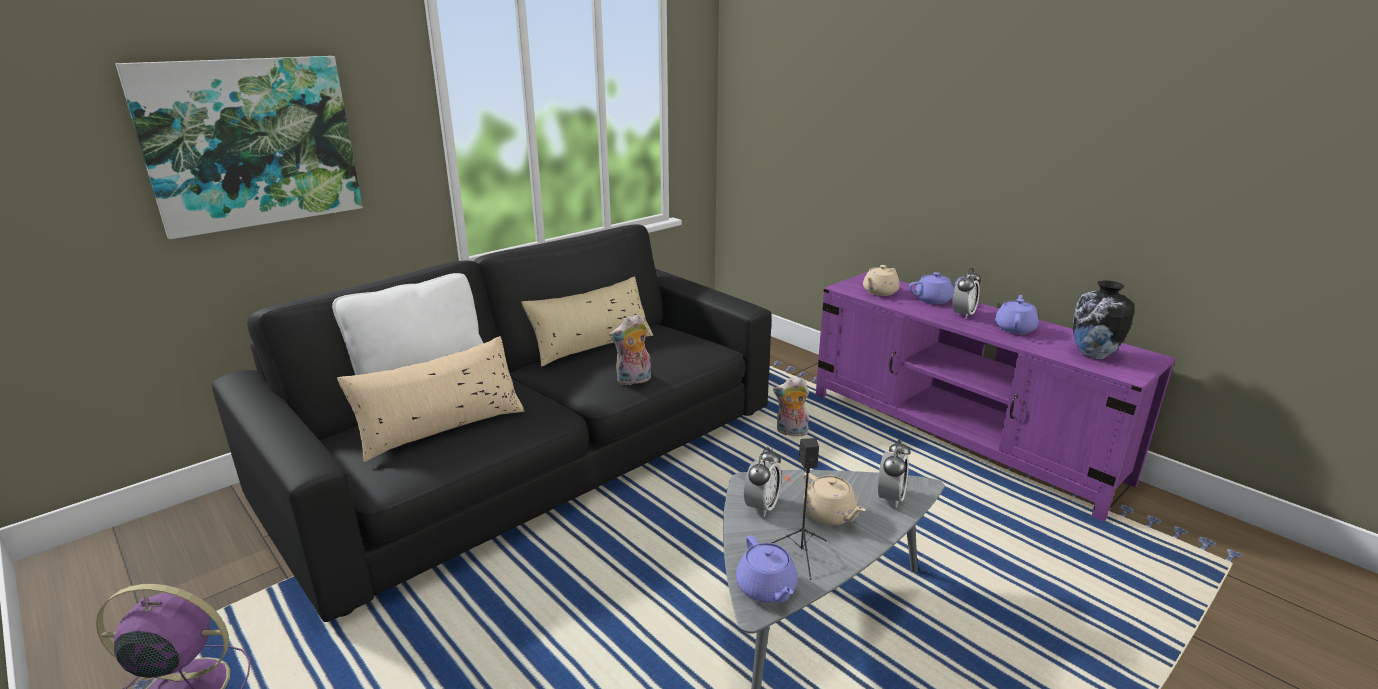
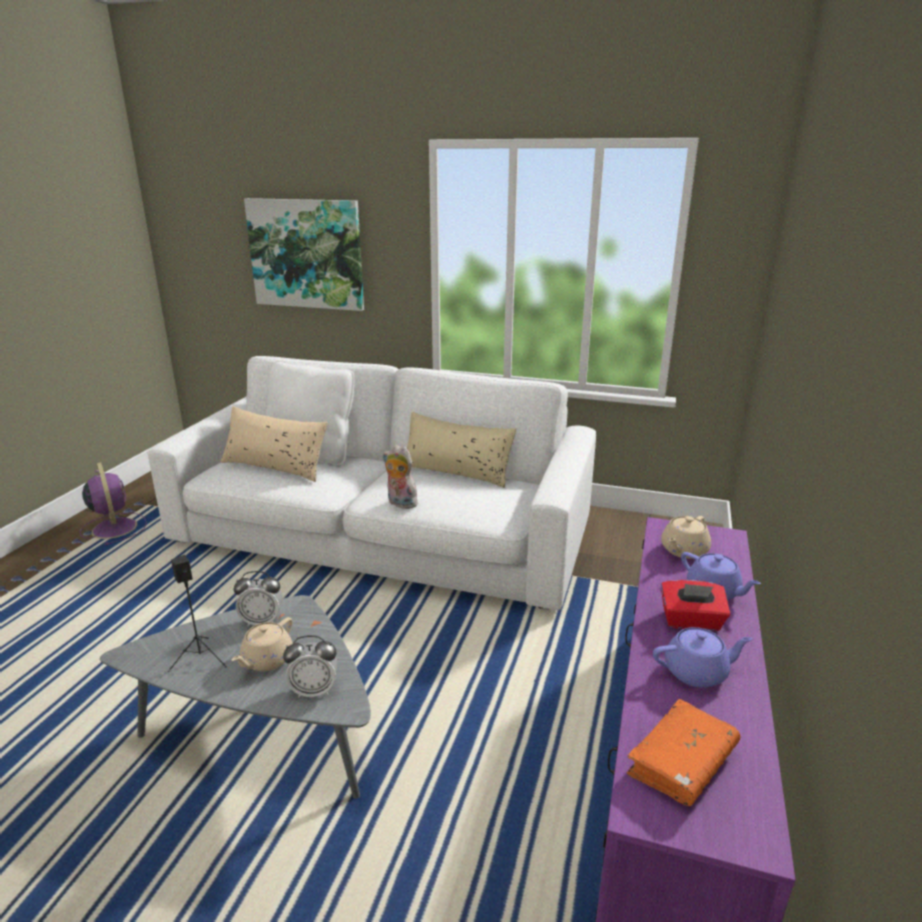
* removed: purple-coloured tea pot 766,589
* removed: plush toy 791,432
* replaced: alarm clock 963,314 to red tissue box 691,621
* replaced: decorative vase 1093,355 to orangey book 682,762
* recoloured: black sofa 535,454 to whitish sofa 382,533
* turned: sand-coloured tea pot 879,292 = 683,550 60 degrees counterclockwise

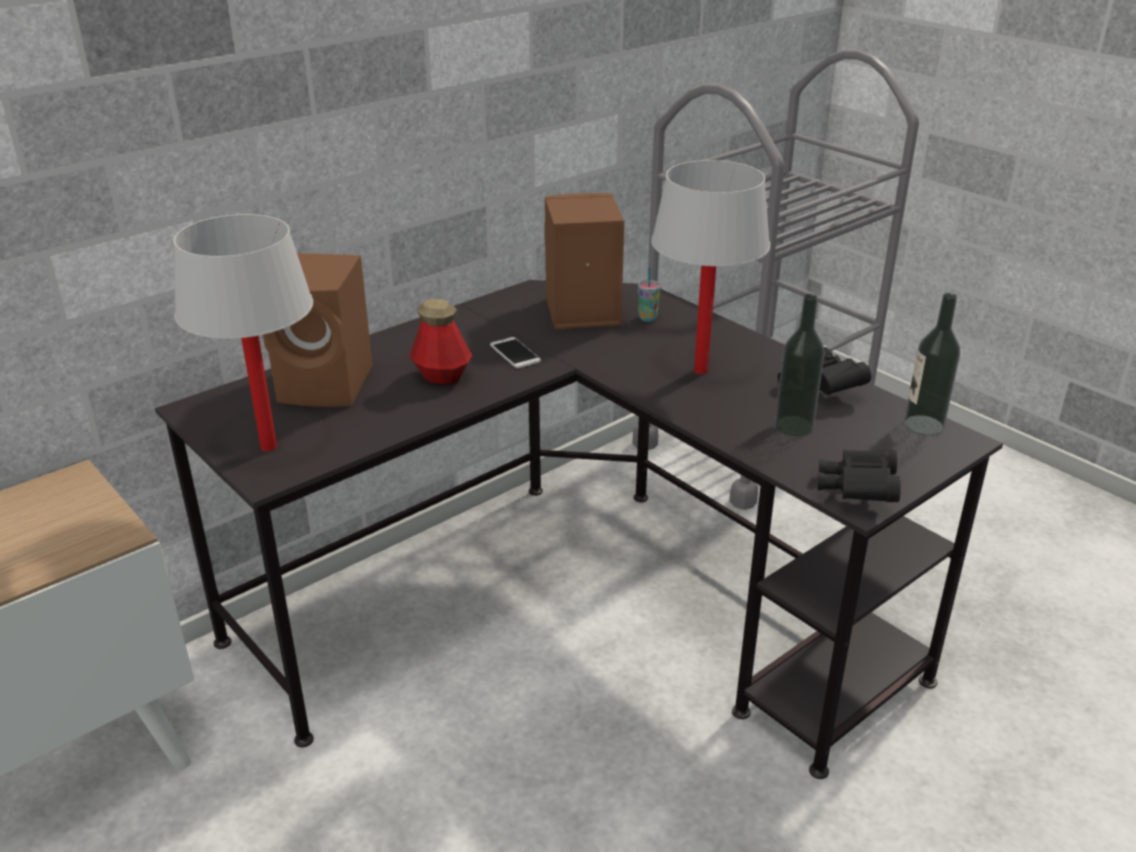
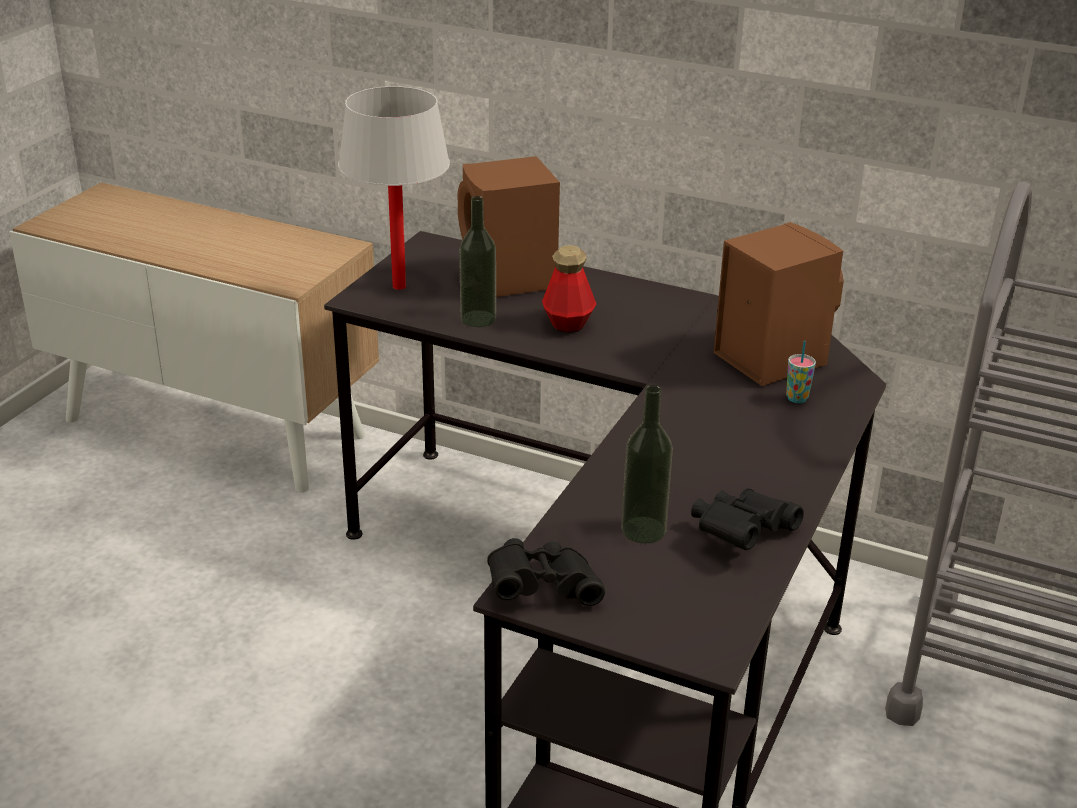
* removed: phone 515,353
* removed: whitish lamp for a table 700,370
* moved: bottle 923,425 to 478,318

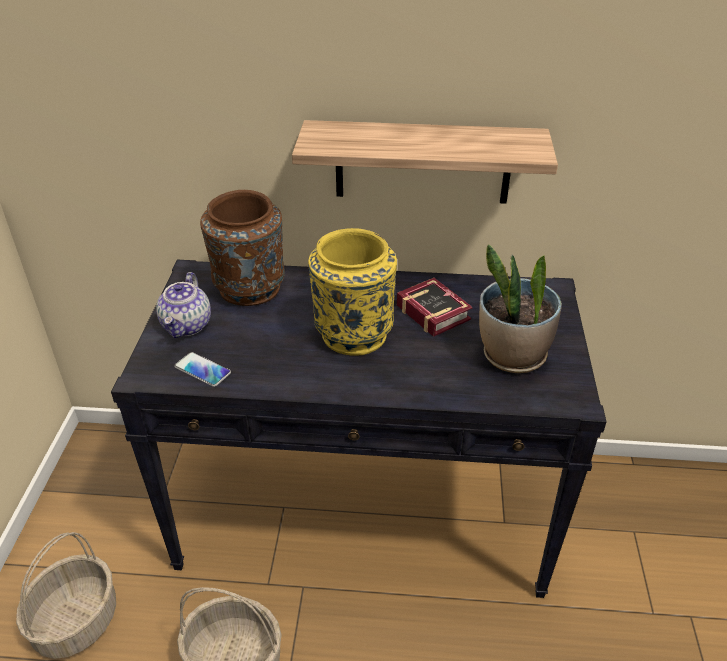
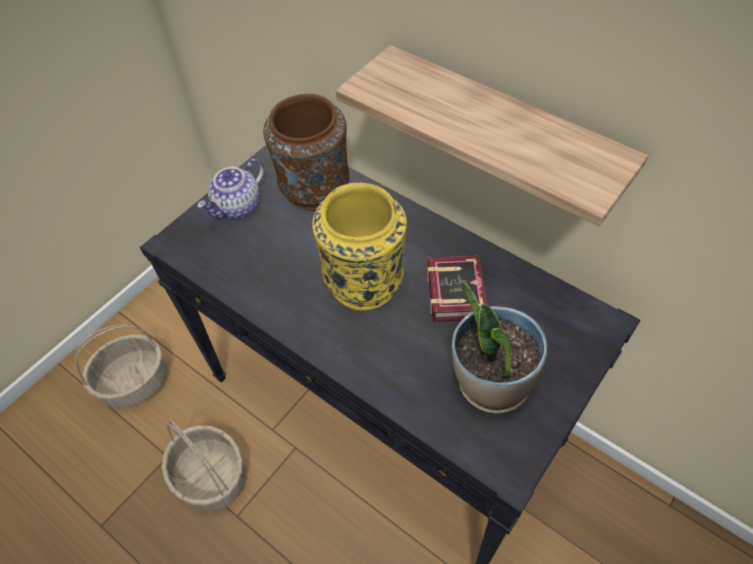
* removed: phone 202,370

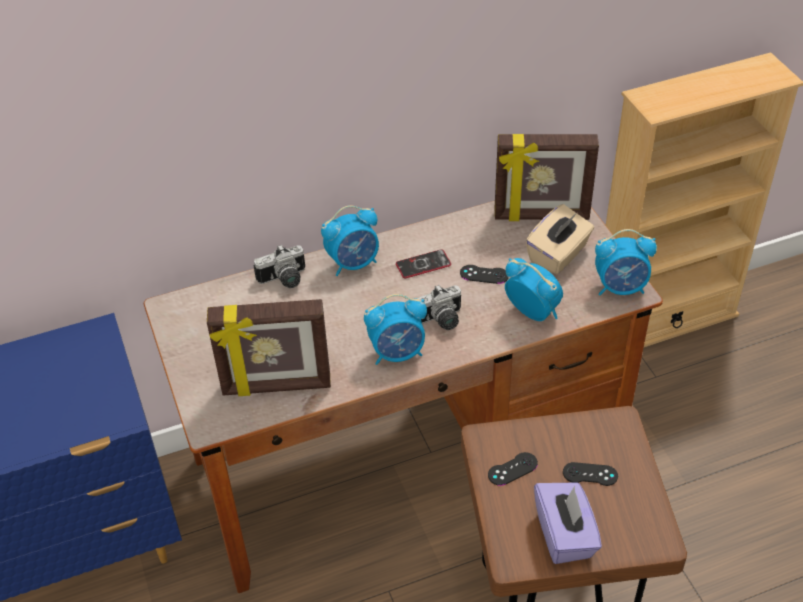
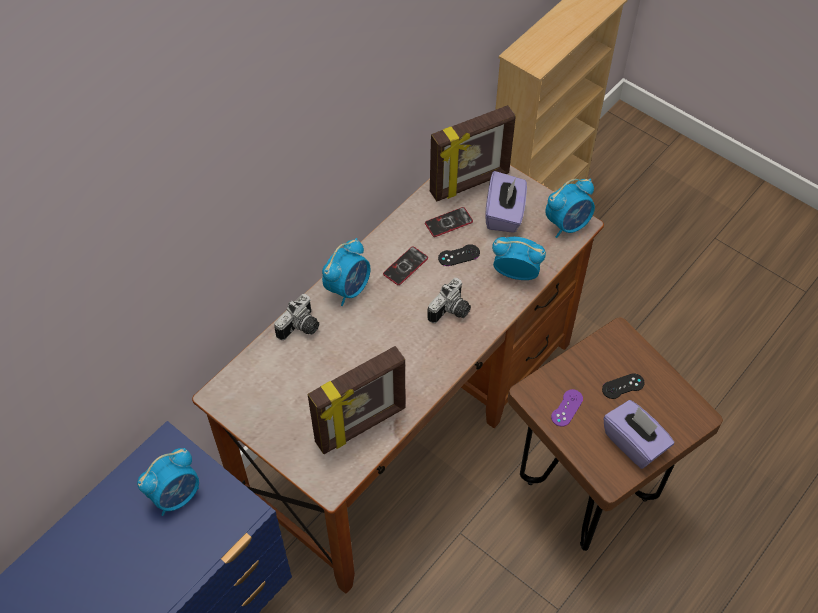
* added: phone 448,222
* moved: alarm clock 398,353 to 176,495
* recoloured: black joypad 512,469 to purple-coloured joypad 567,408
* recoloured: sand-coloured tissue box 558,255 to purple-coloured tissue box 504,214

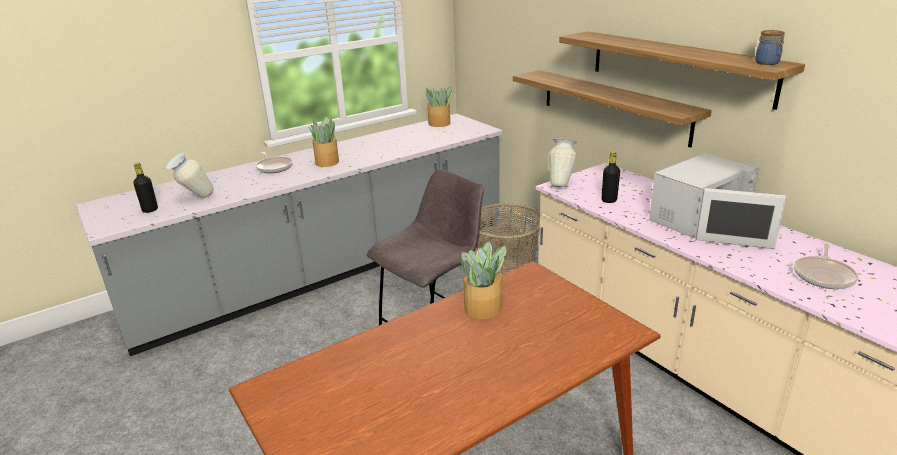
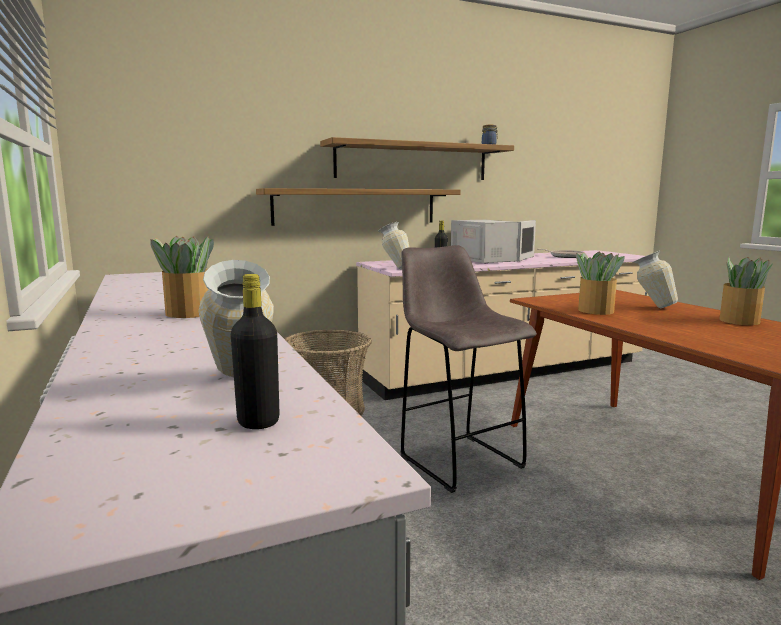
* removed: skillet 274,167
* added: decorative vase 651,307
* moved: potted plant 439,124 to 739,320

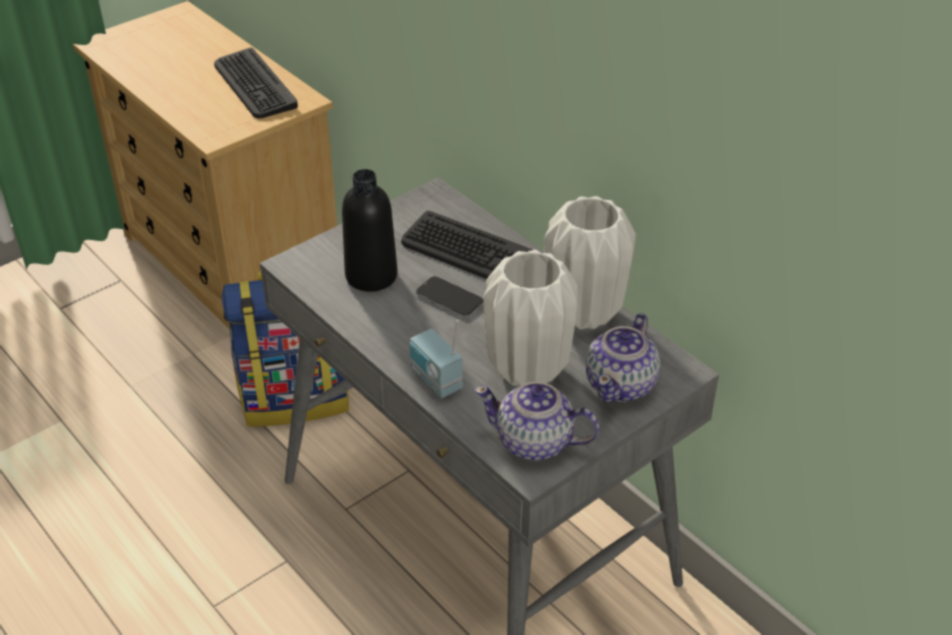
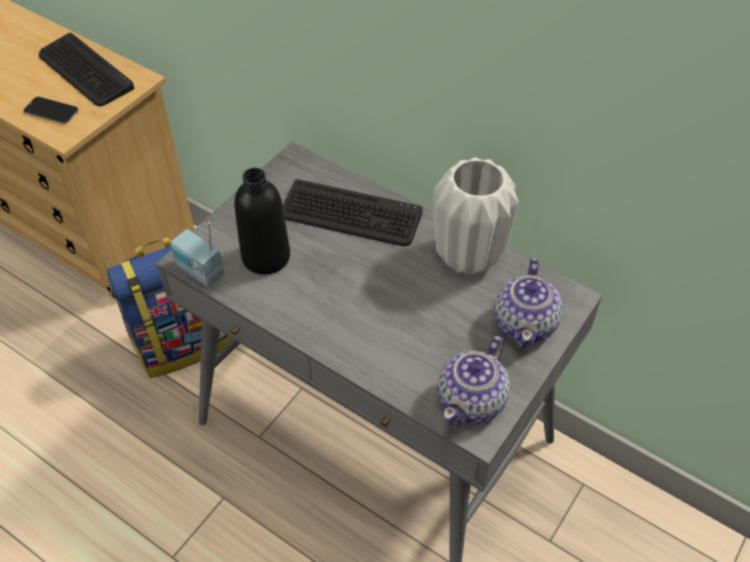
* removed: whitish decorative vase 528,370
* moved: radio 435,381 to 199,272
* moved: phone 449,298 to 51,111
* turned: tea pot 535,442 = 472,400 60 degrees counterclockwise

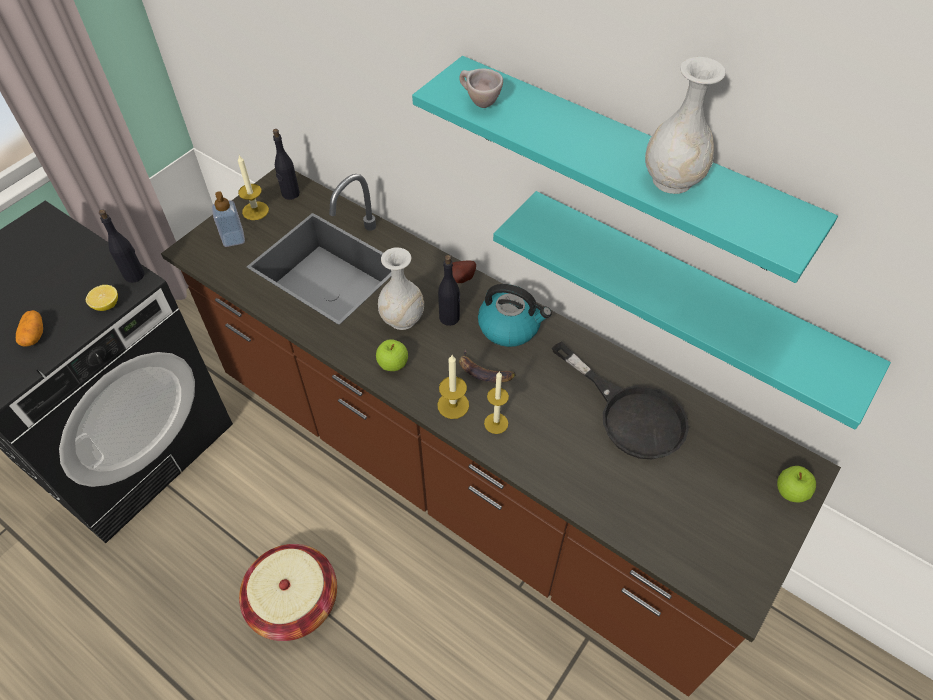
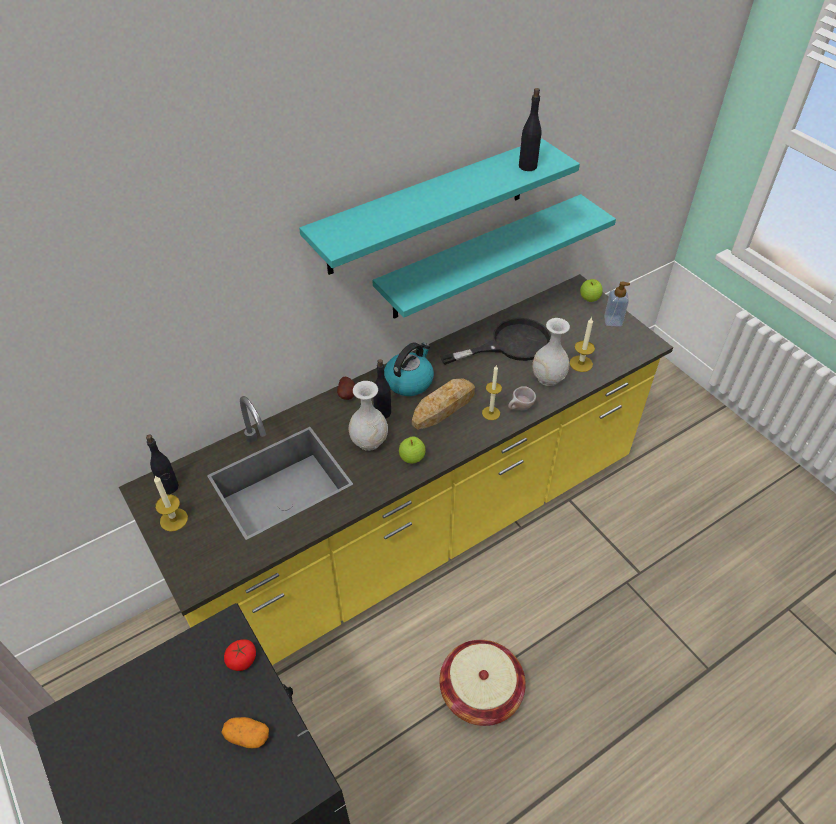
* moved: black bottle 134,275 to 527,166
* moved: soap dispenser 233,239 to 613,321
* moved: wax light 453,405 to 581,363
* moved: sand-coloured cup 478,102 to 519,409
* moved: whitish decorative vase 673,180 to 548,377
* replaced: citrus fruit 106,305 to fresh tomato 242,660
* replaced: whole banana 483,372 to bread 443,407
* recoloured: brownish kitchen base unit 466,477 to yellowish kitchen base unit 418,532

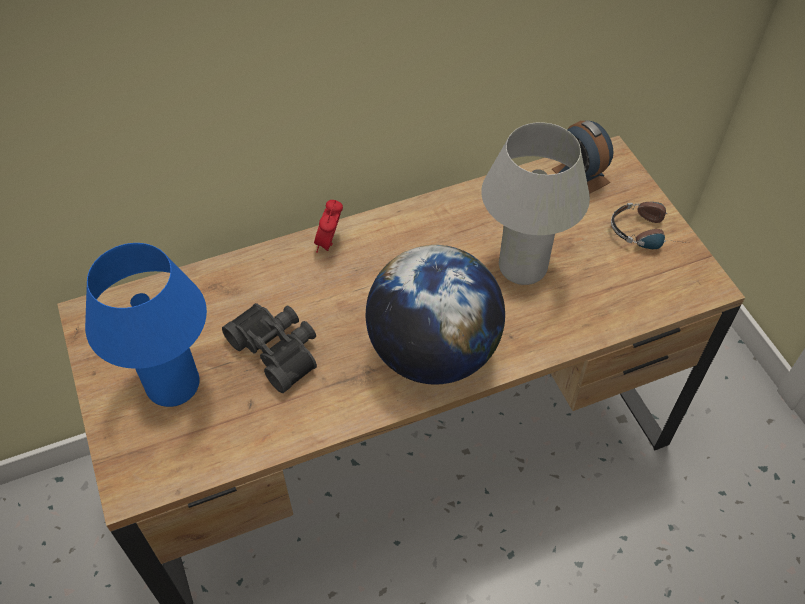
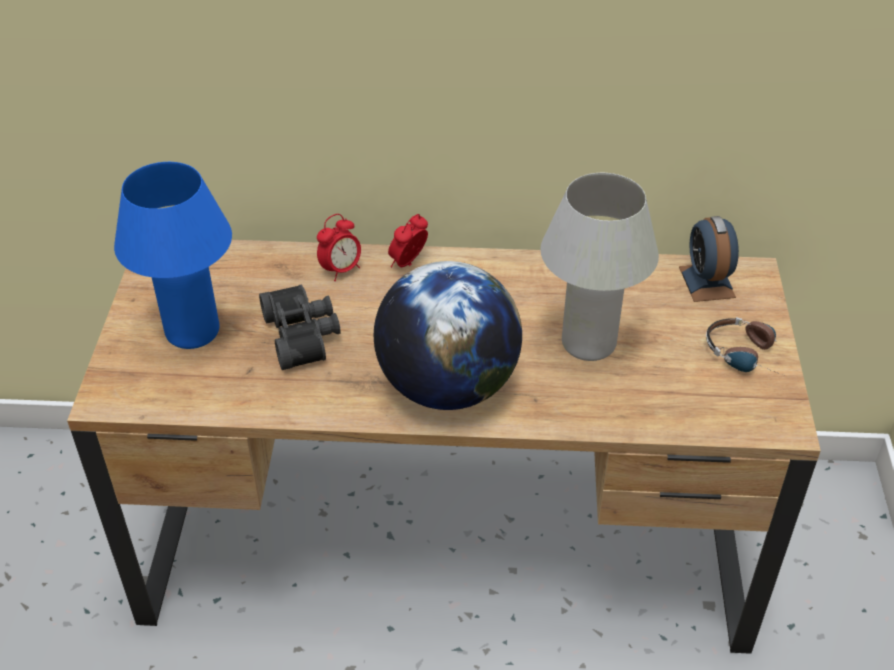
* added: alarm clock 341,270

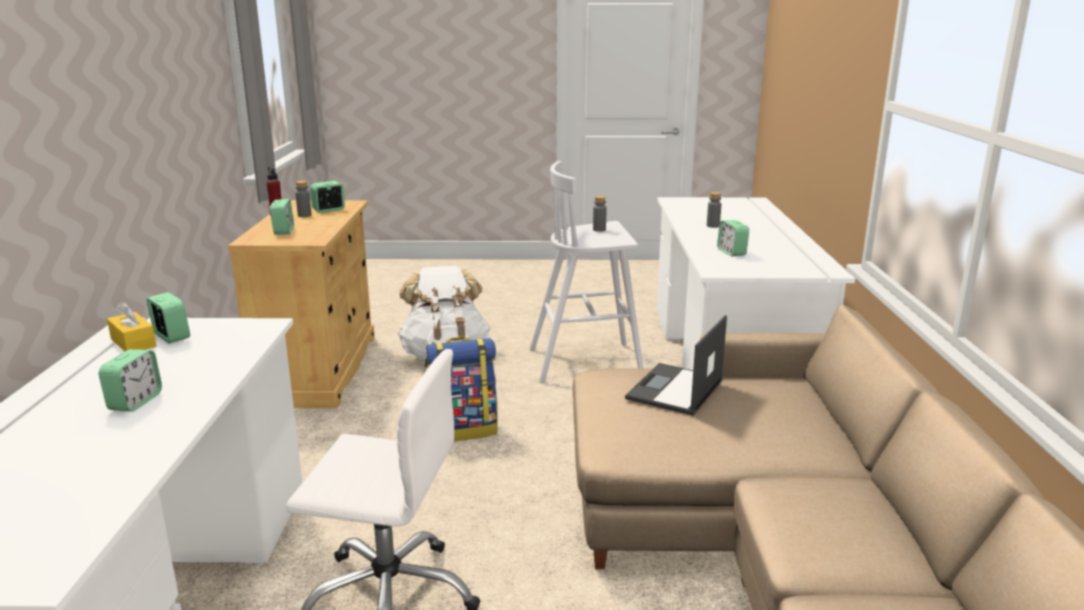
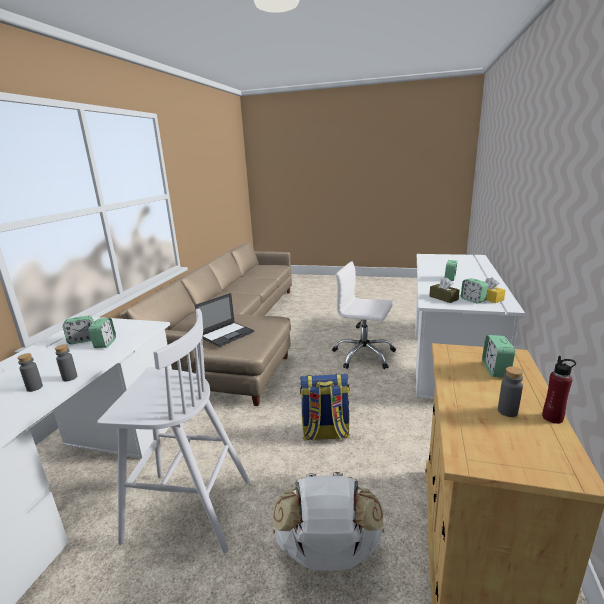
* added: brownish tissue box 443,298
* moved: alarm clock 329,210 to 82,340
* moved: greyish bottle 599,230 to 70,378

